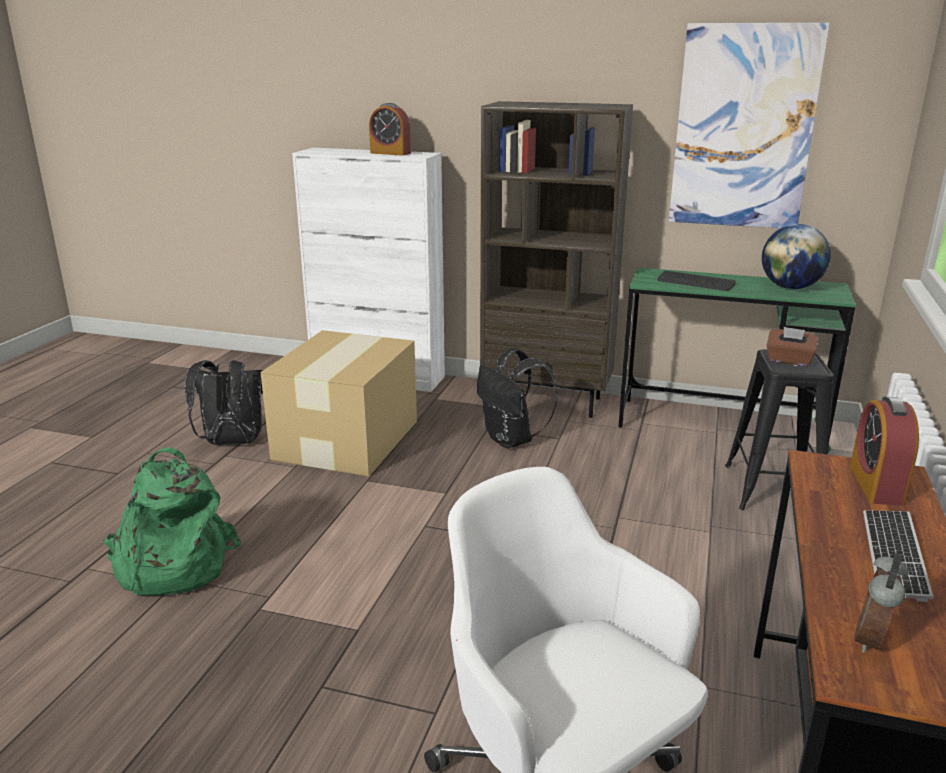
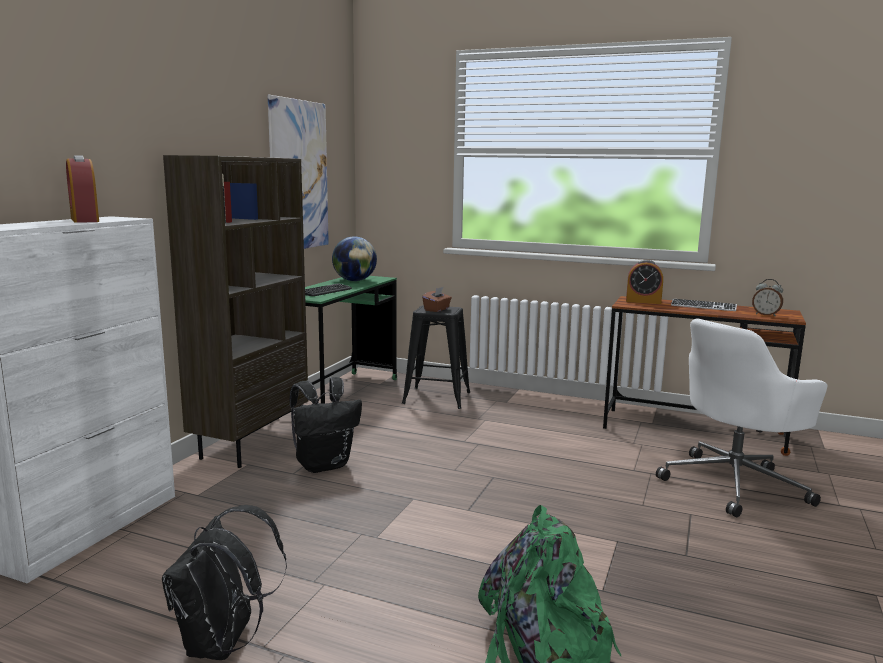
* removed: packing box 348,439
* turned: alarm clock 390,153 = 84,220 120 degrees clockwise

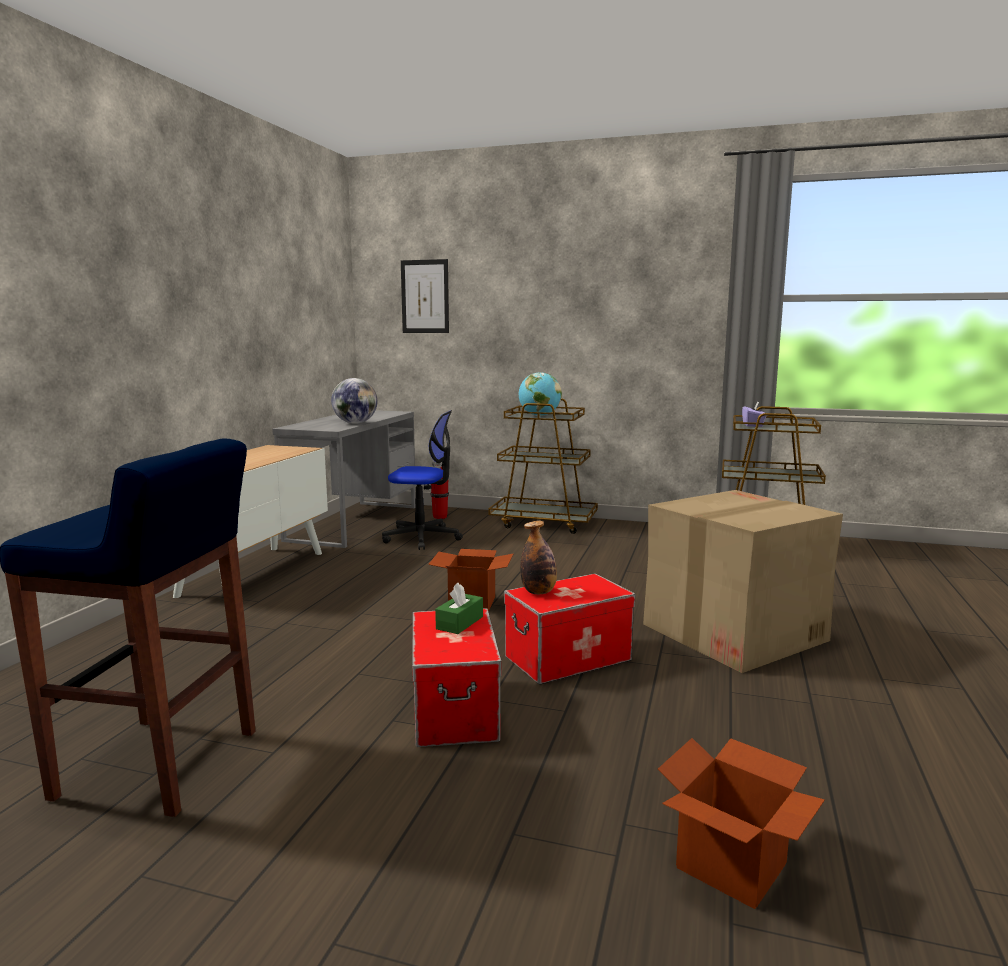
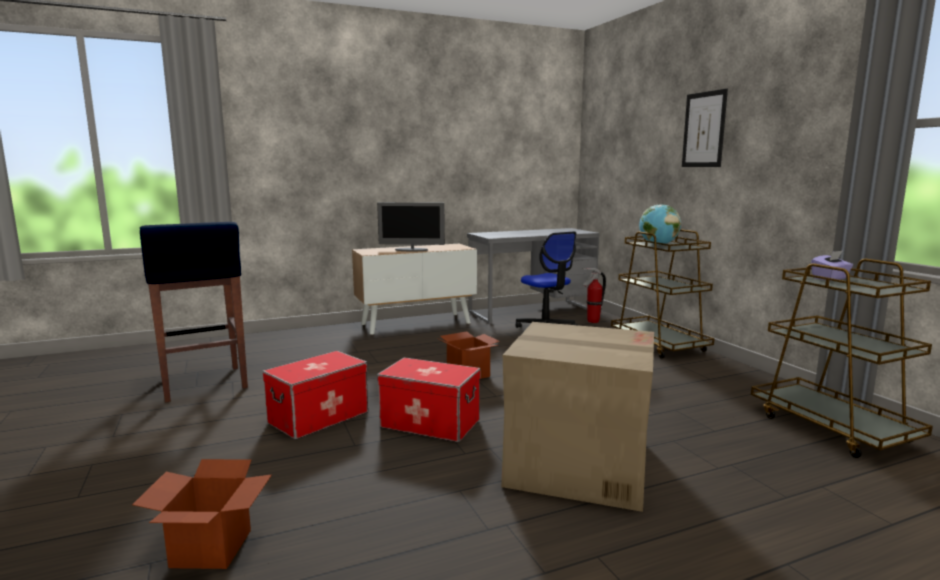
* removed: globe 355,423
* removed: greenish tissue box 459,623
* removed: bottle 538,592
* added: monitor 411,250
* moved: wall art 425,296 to 704,129

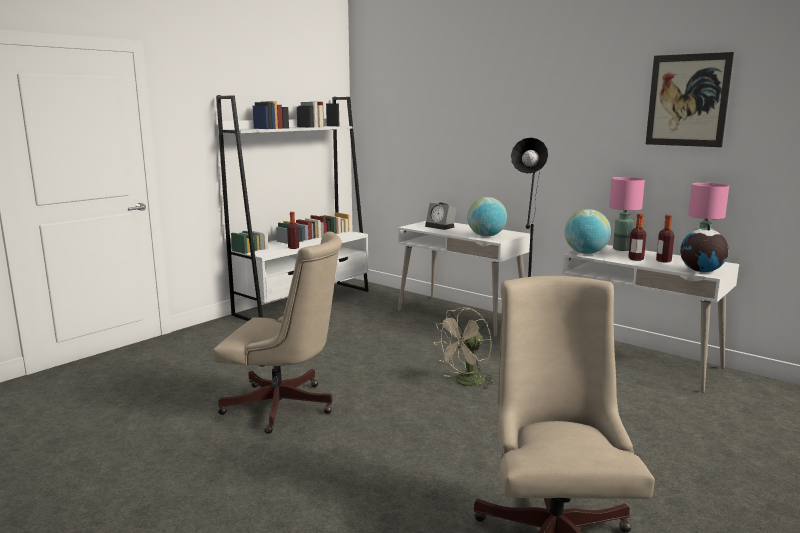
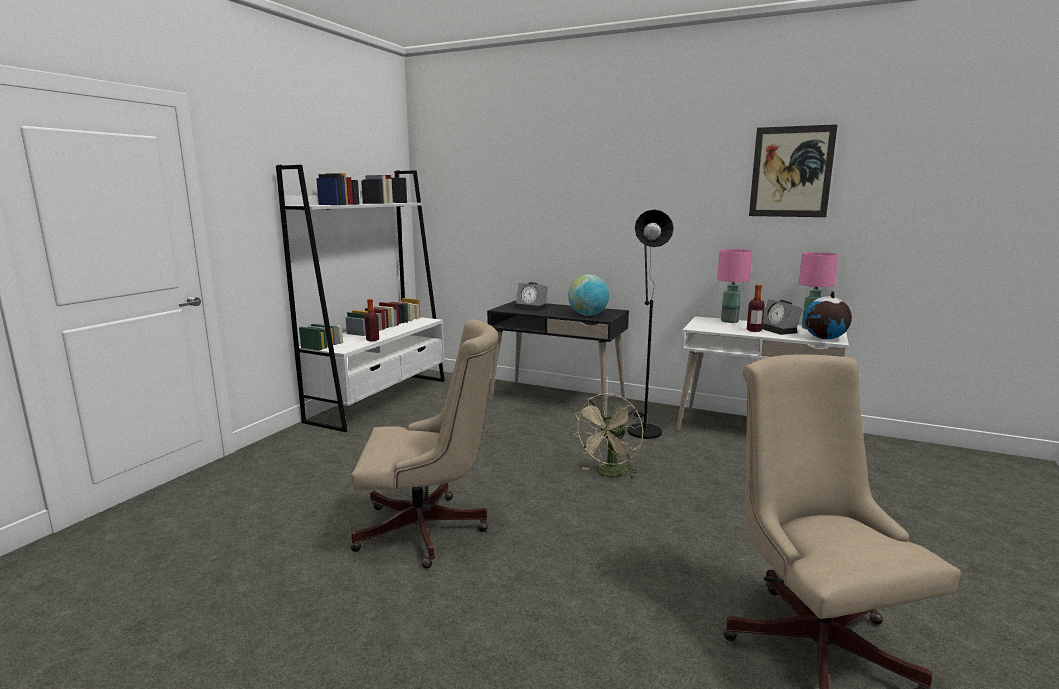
* removed: globe 586,253
* replaced: bottle 663,261 to alarm clock 780,330
* recoloured: whitish desk table 461,315 to black desk table 557,399

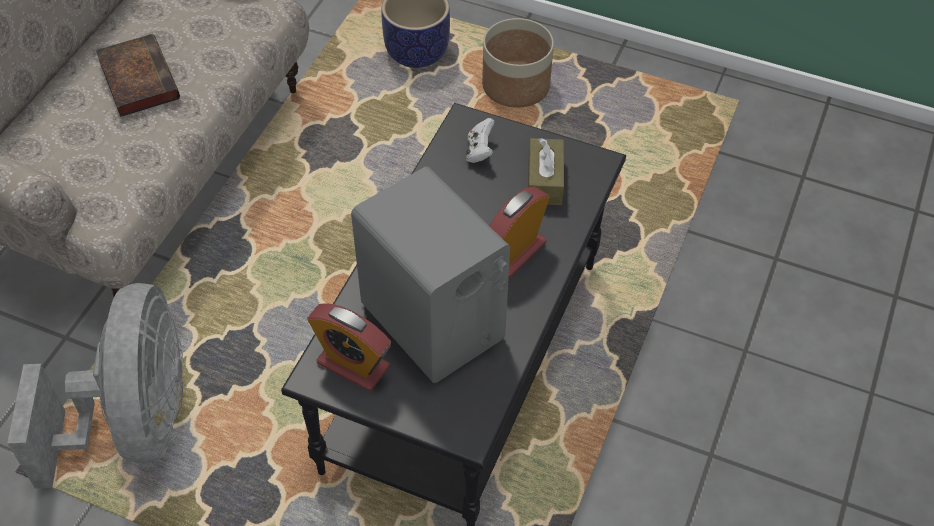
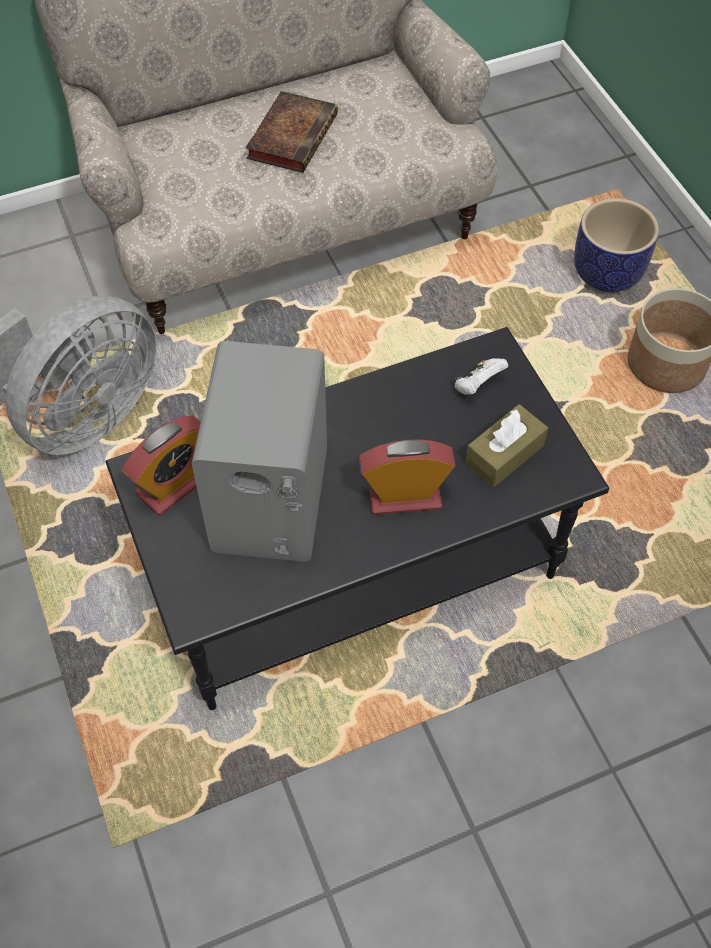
* turned: alarm clock 353,364 = 174,484 120 degrees counterclockwise

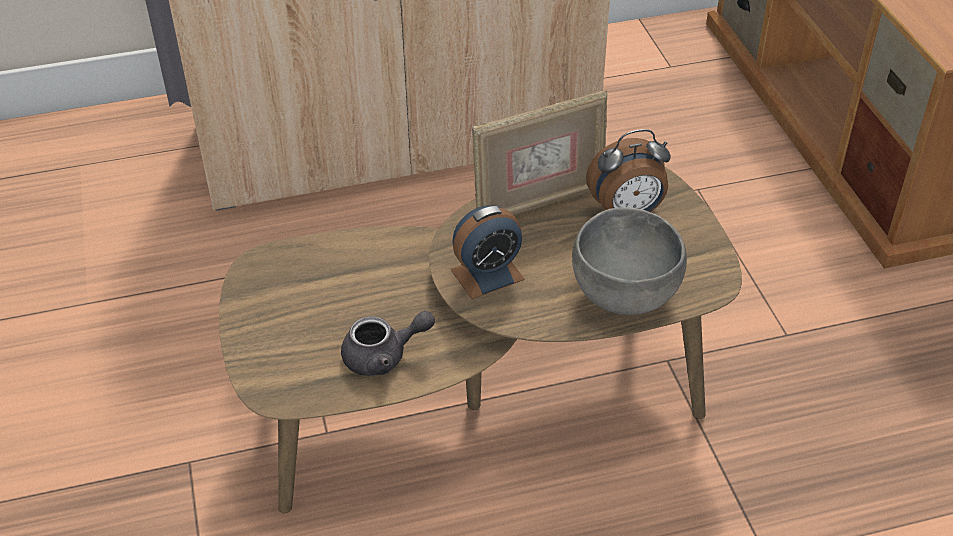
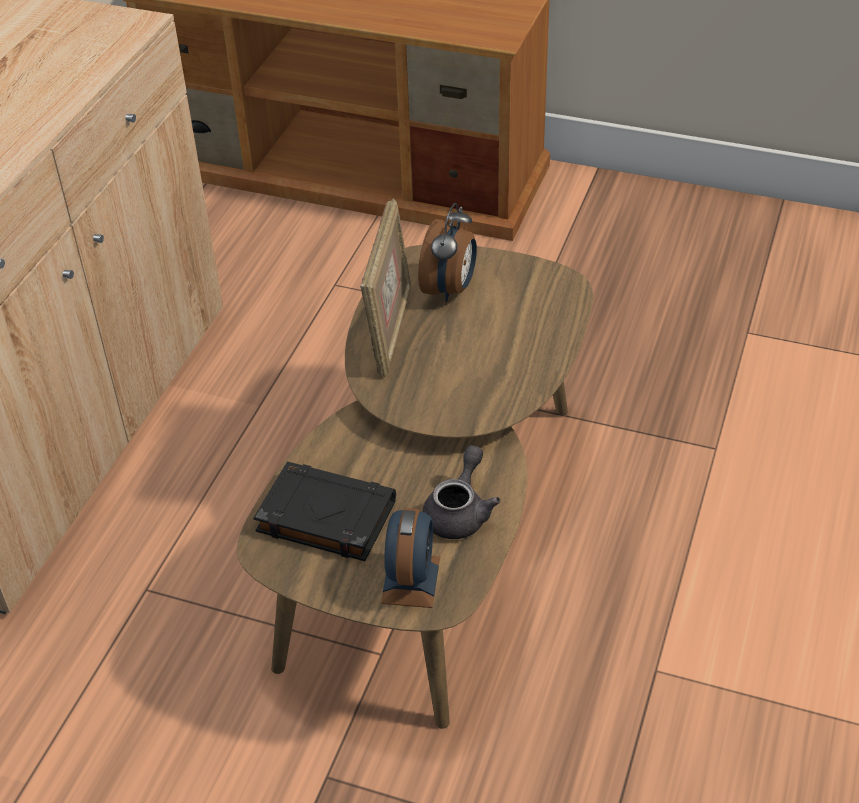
* removed: greyish deep dish 623,296
* added: black book 324,516
* moved: alarm clock 487,274 to 411,580

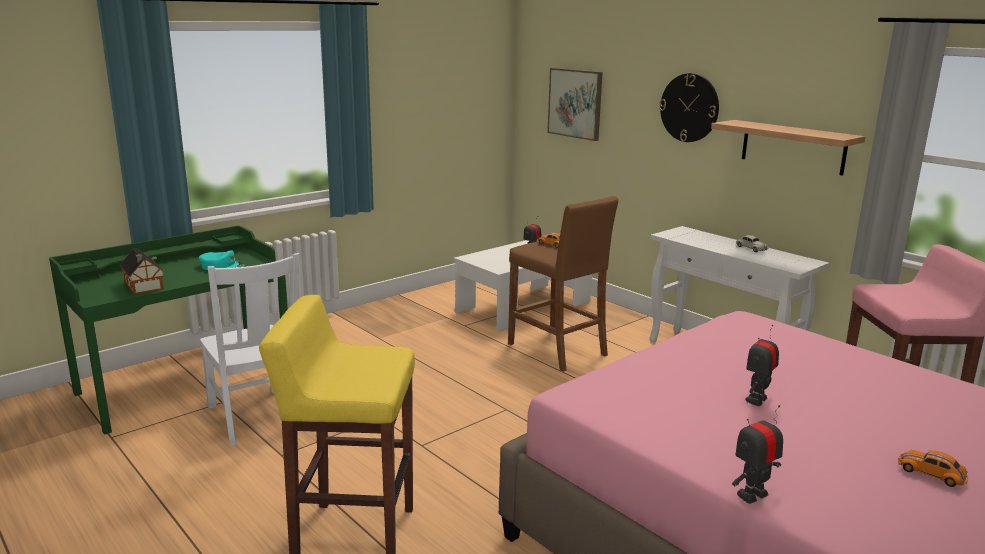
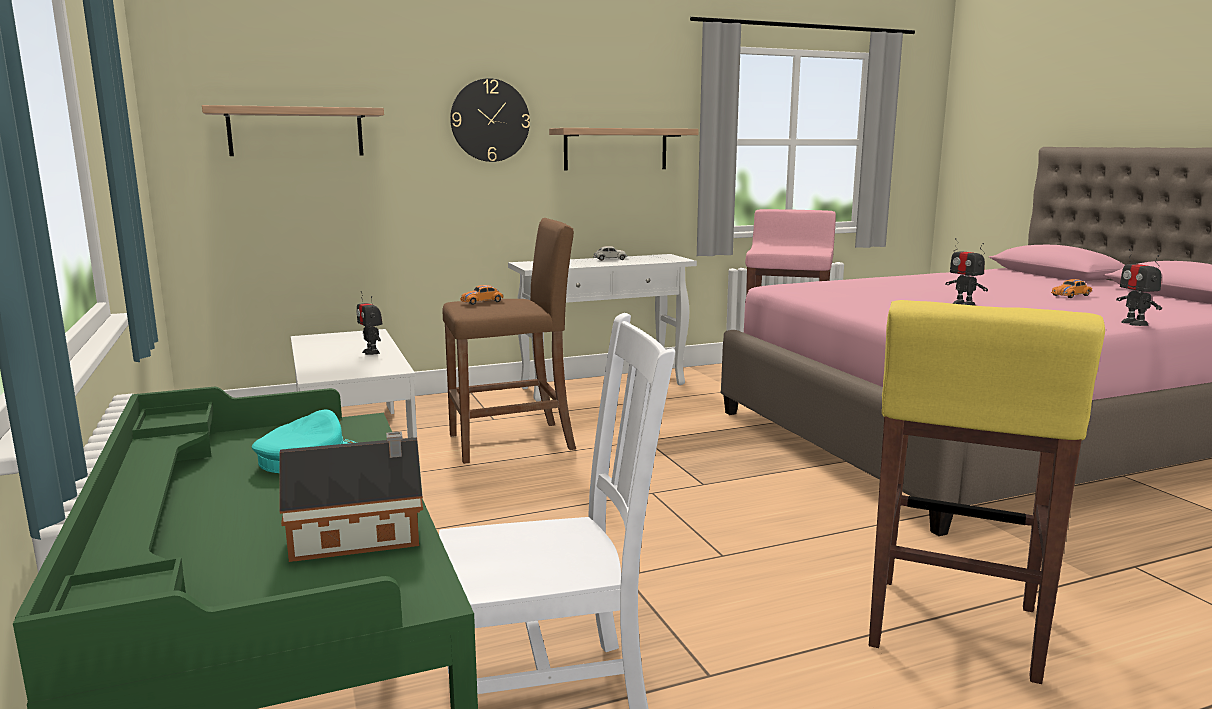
* replaced: wall art 575,103 to wall shelf 296,132

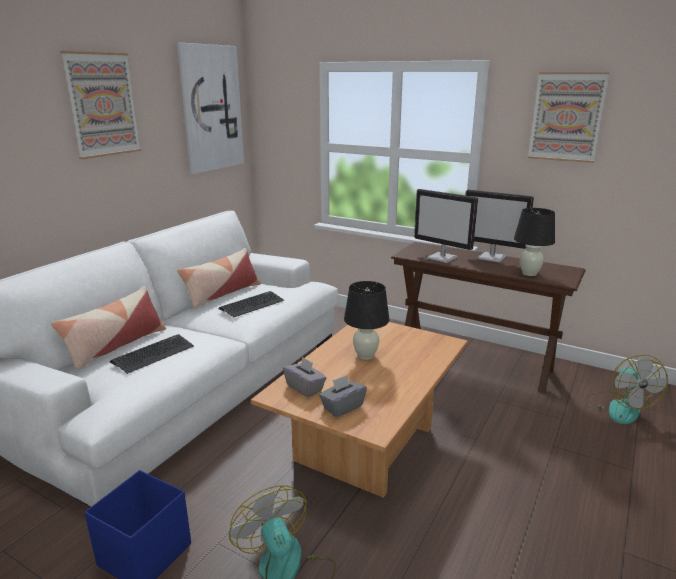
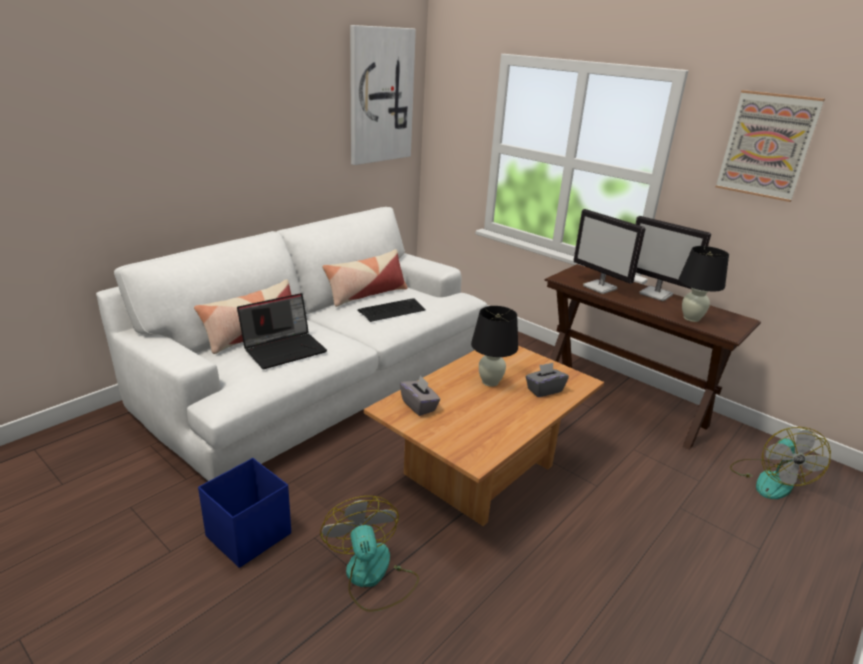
* removed: wall art 102,105
* moved: greyish tissue box 342,407 to 544,390
* replaced: keyboard 153,354 to portable computer 284,349

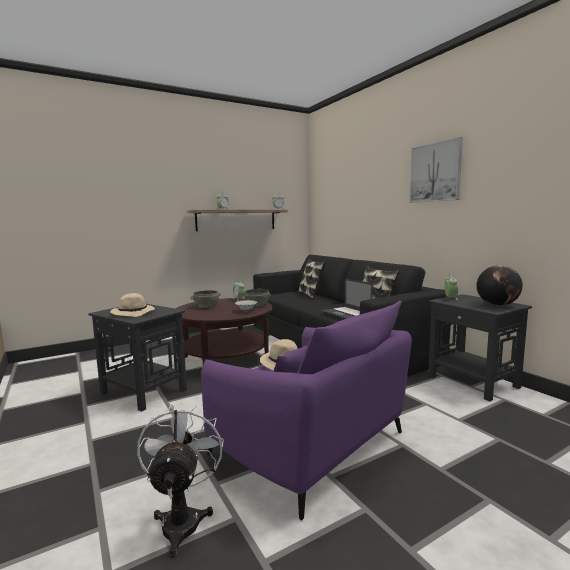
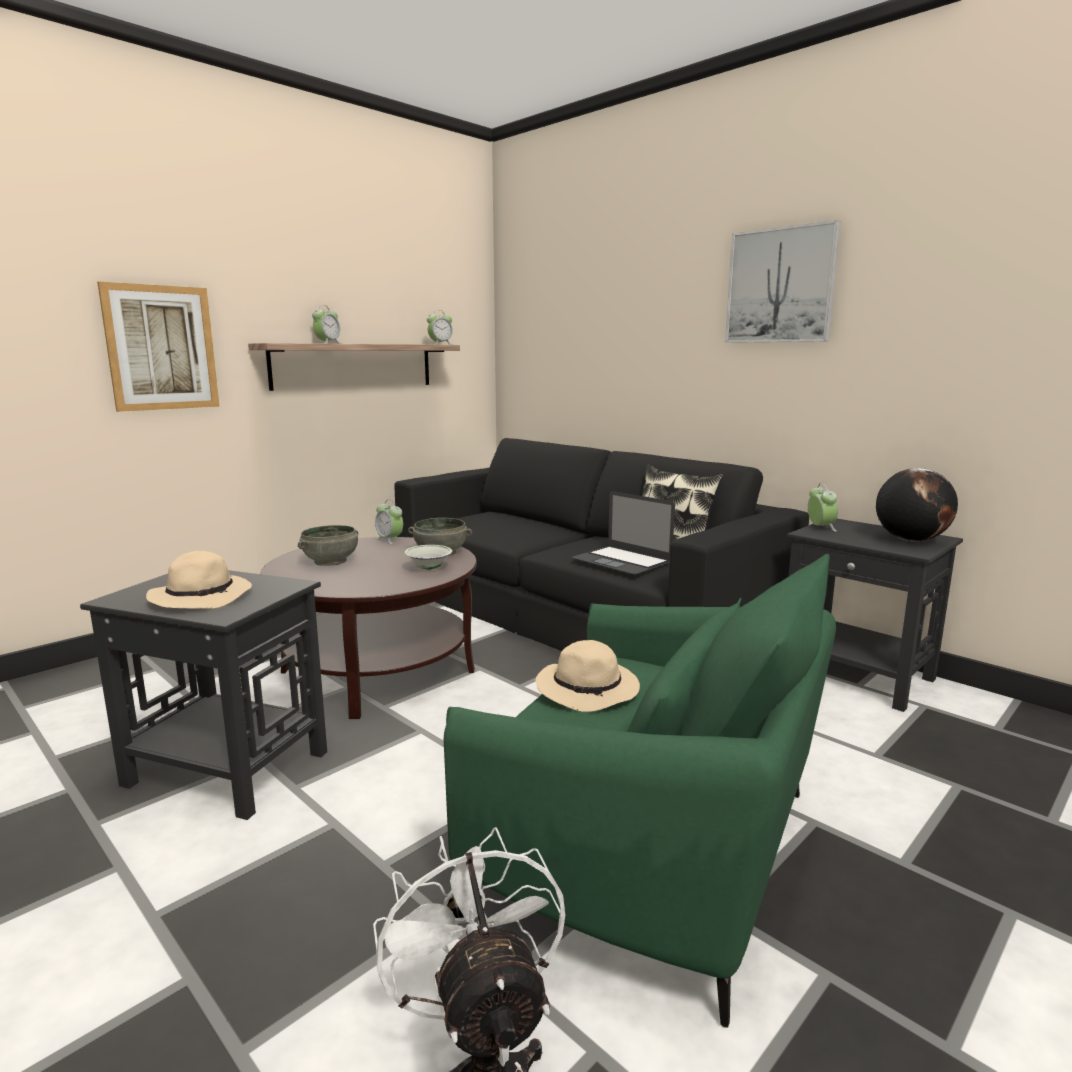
* removed: throw pillow 311,295
* added: wall art 161,348
* recoloured: purple-coloured armchair 310,445 to greenish armchair 651,849

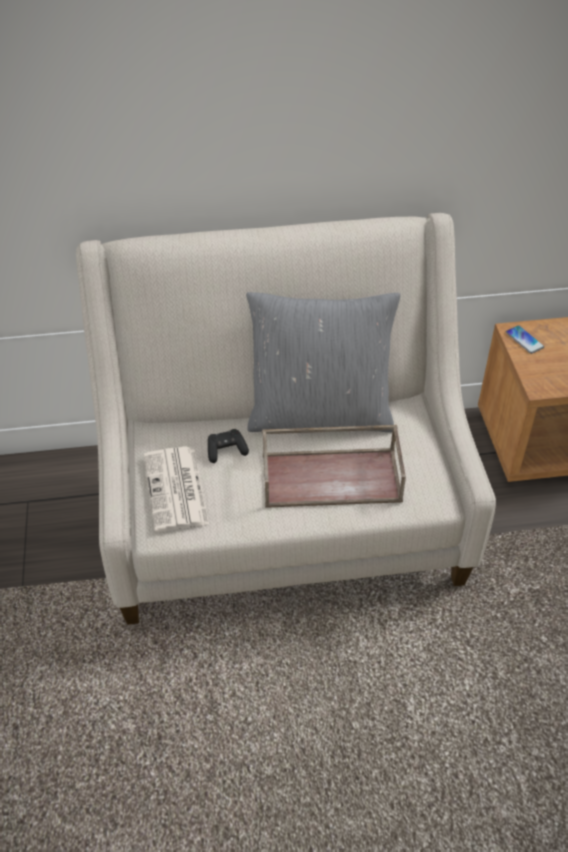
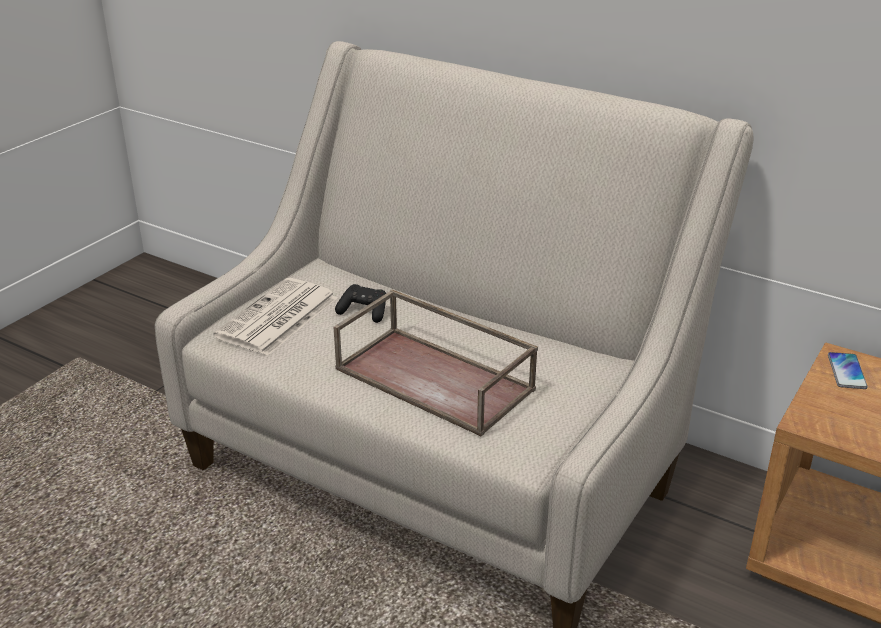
* removed: greyish throw pillow 320,414

